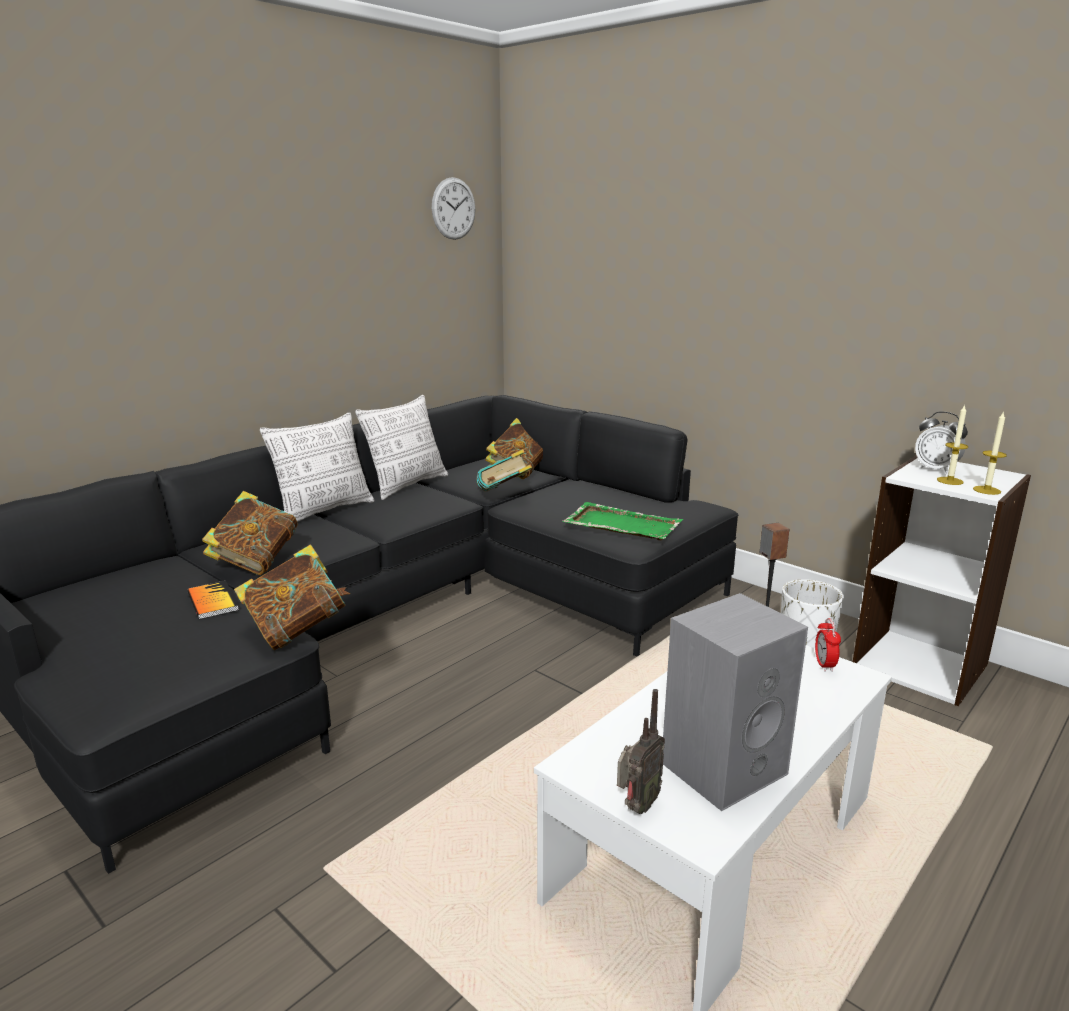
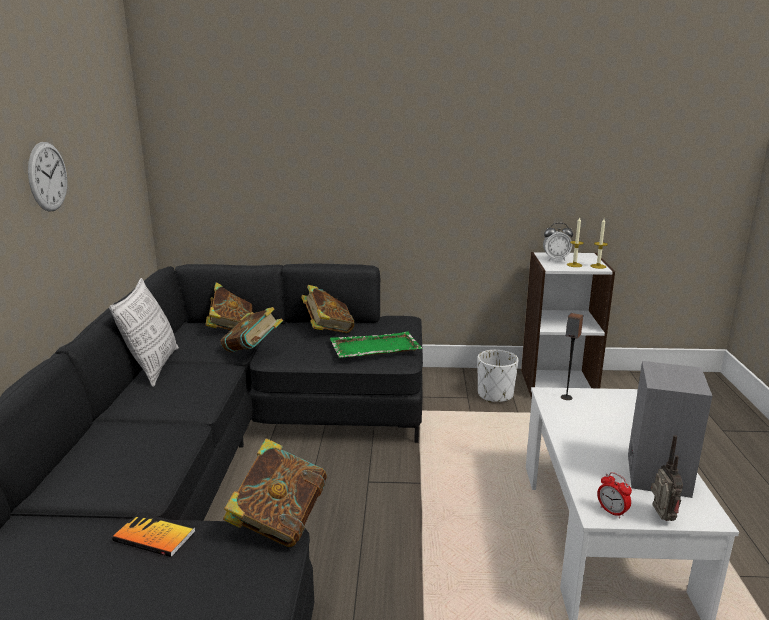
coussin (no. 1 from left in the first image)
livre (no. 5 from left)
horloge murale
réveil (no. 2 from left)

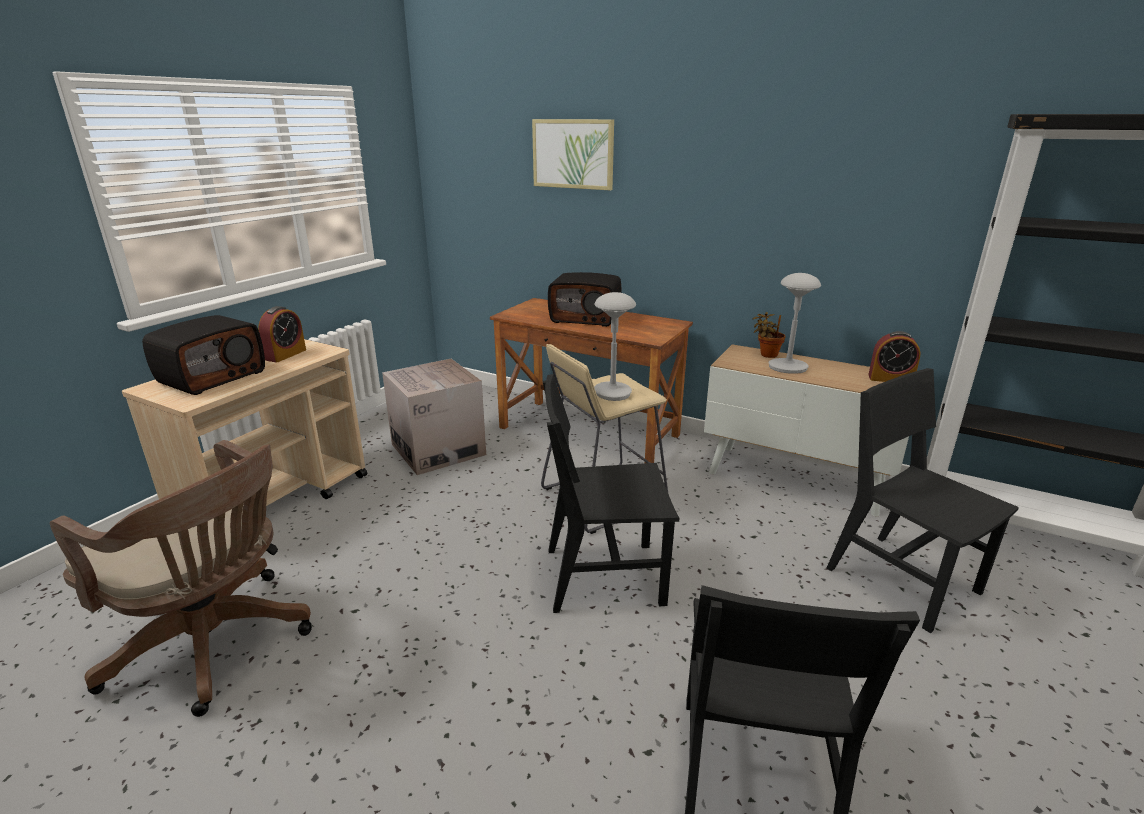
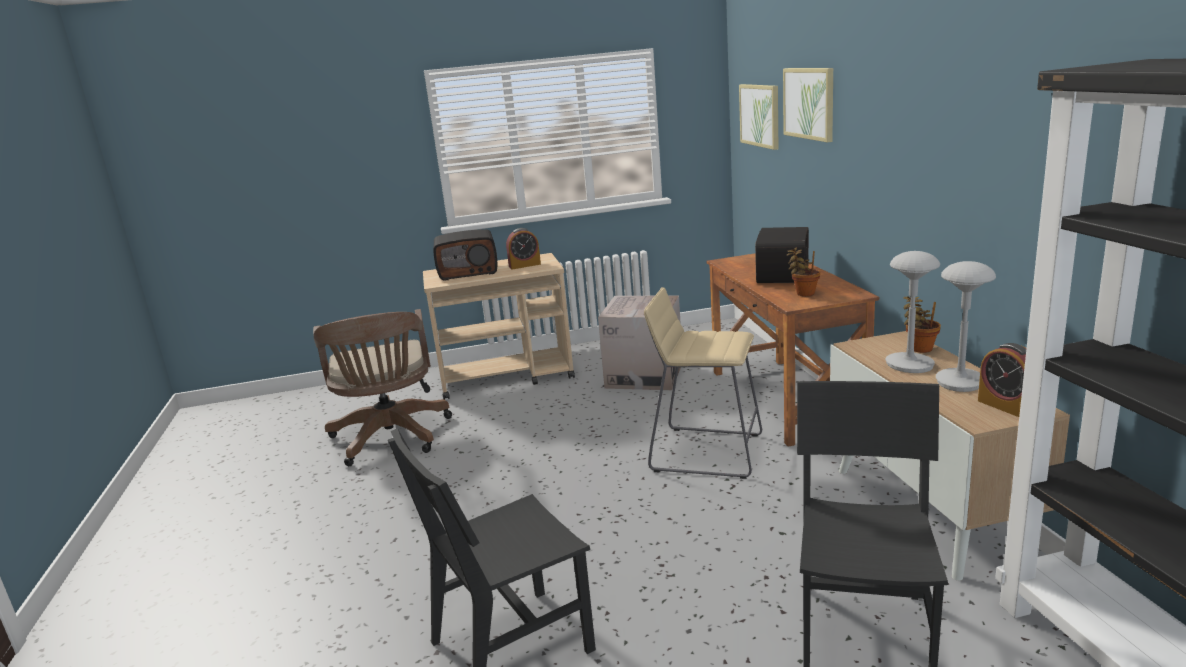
chaise/noir (no. 1 from left in the first image)
tableau (no. 1 from left)
plante en pot (no. 1 from left)
lampe de table/gris (no. 2 from left)
radio (no. 2 from left)

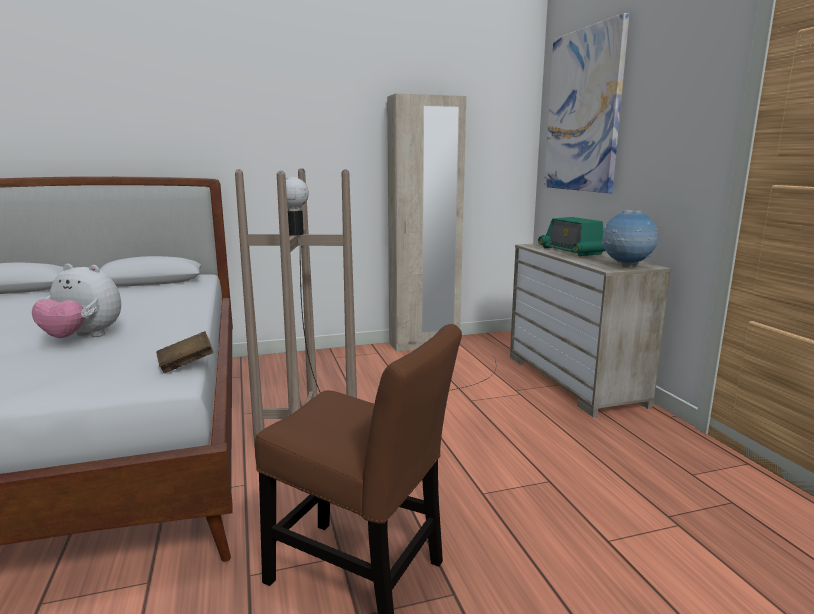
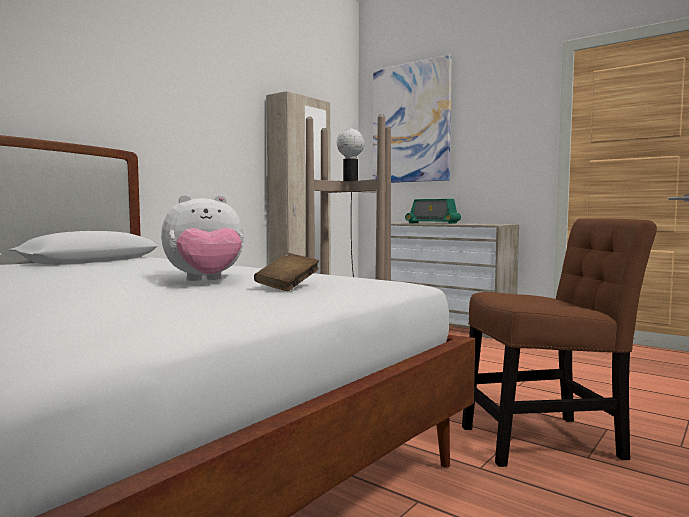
globe
livre/marron

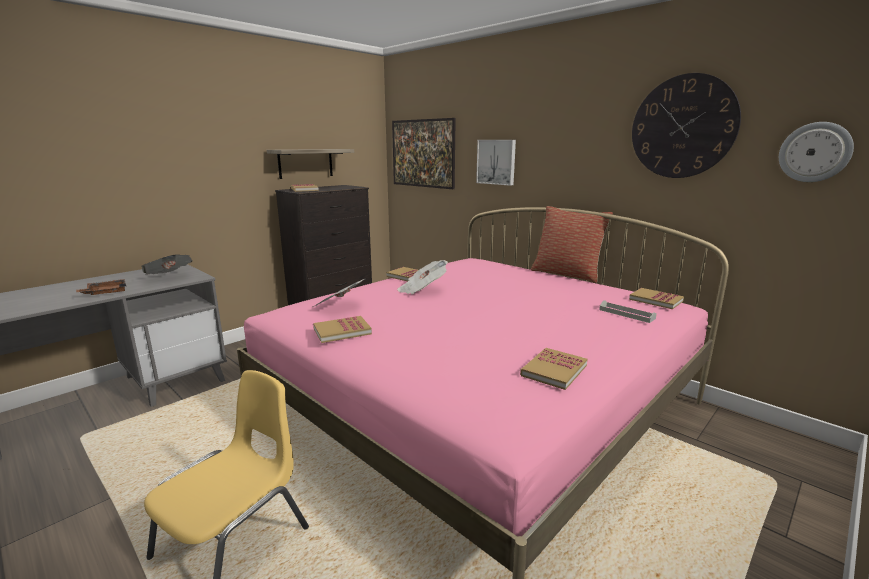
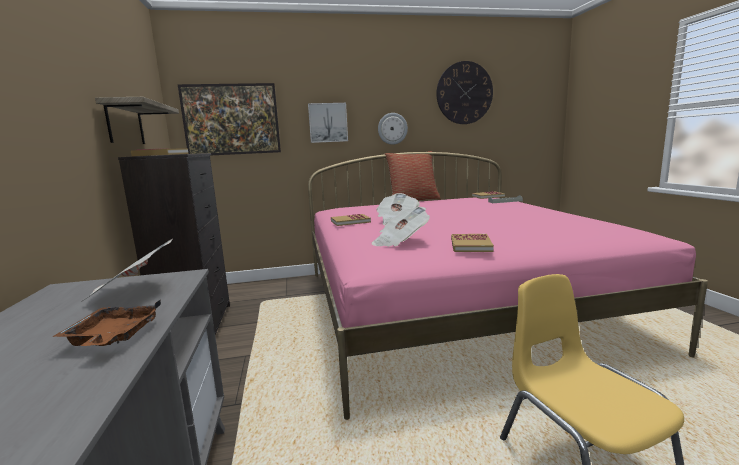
livre (no. 4 from left in the first image)
horloge murale (no. 1 from left)

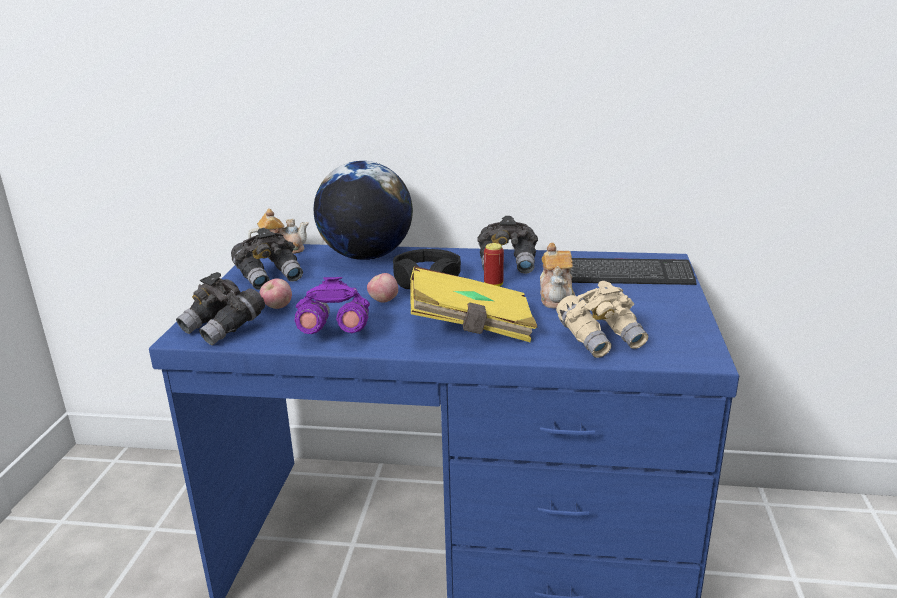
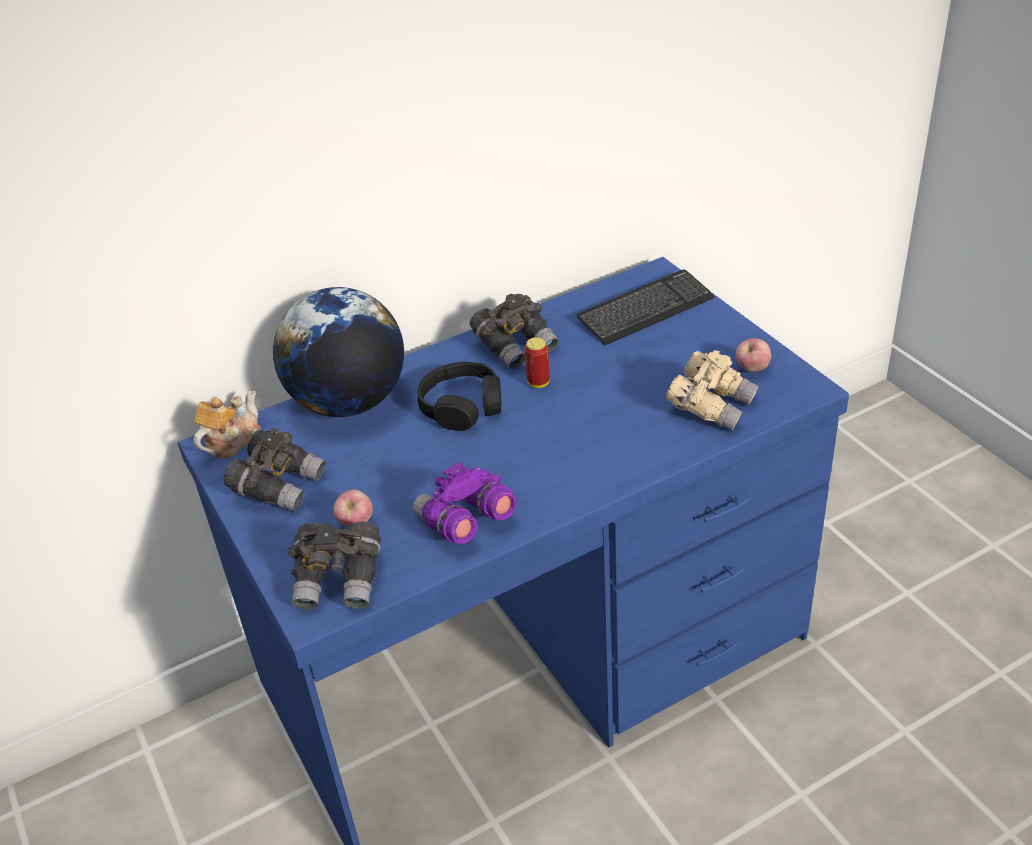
livre/jaune
théière (no. 2 from left in the first image)
pomme (no. 2 from left)

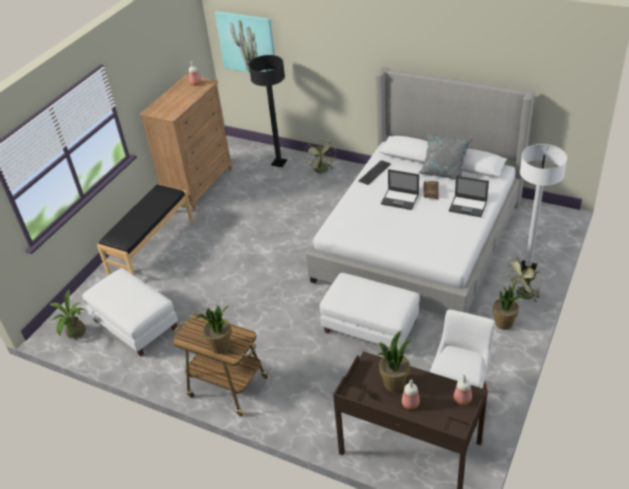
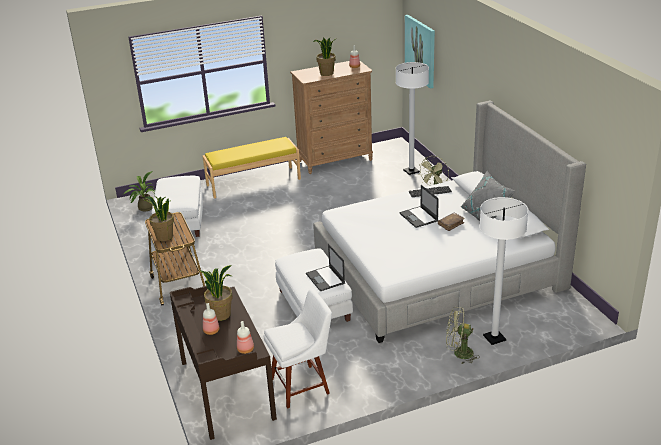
ordinateur portable (no. 1 from left)
plante en pot (no. 4 from left)
banc/jaune
lampadaire/blanc (no. 1 from left)

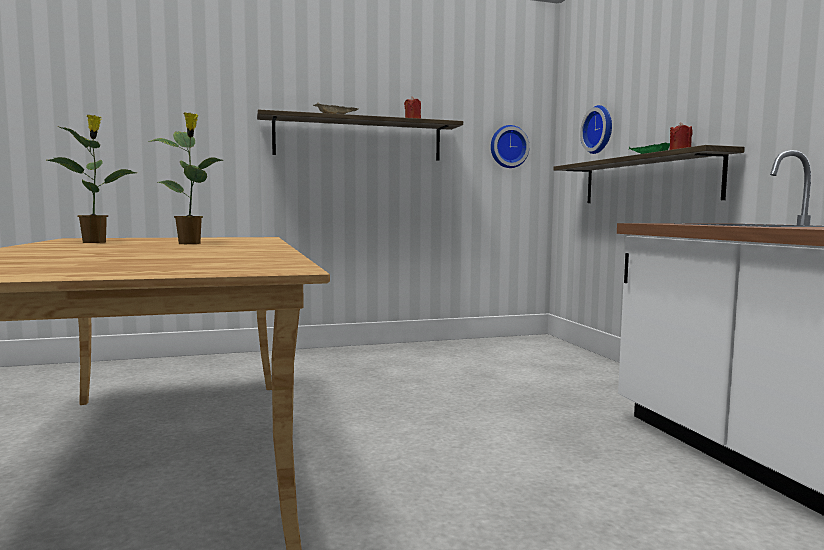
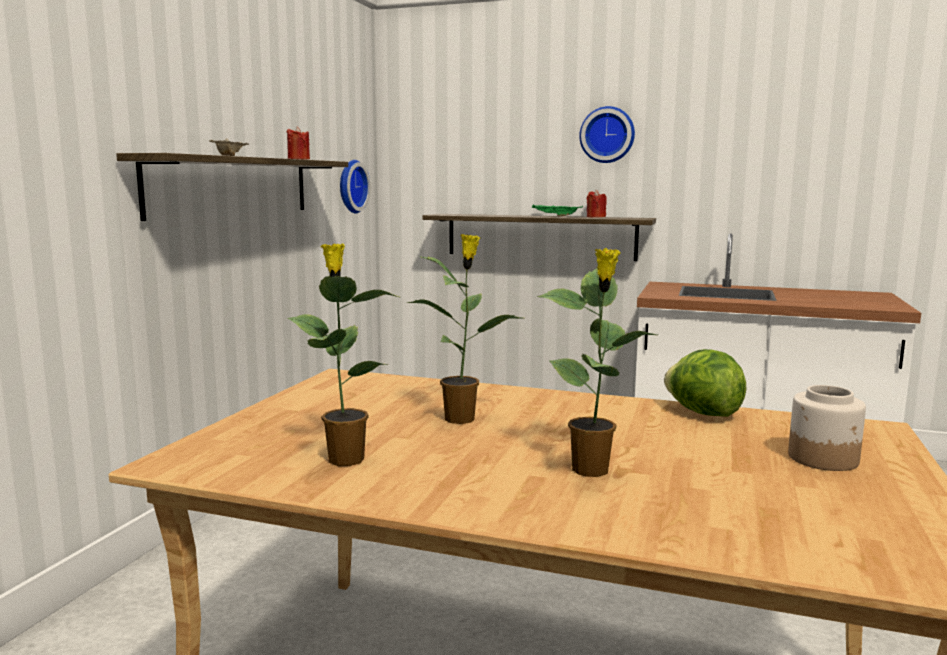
plante en pot (no. 3 from left)
laitue
bocal
horloge murale (no. 2 from left)

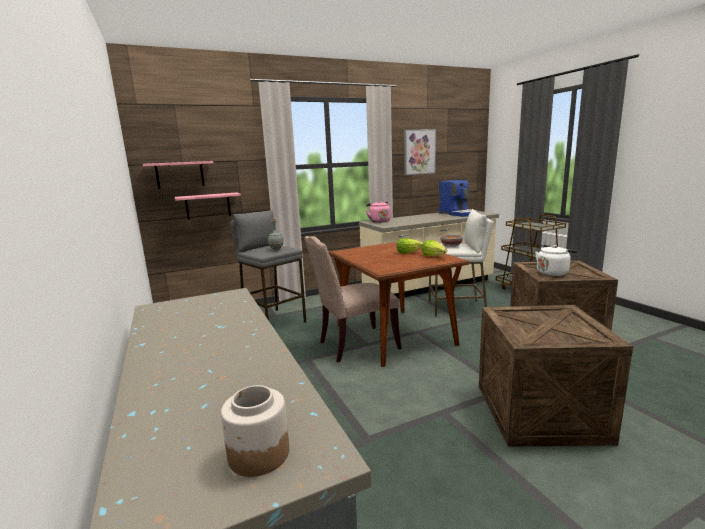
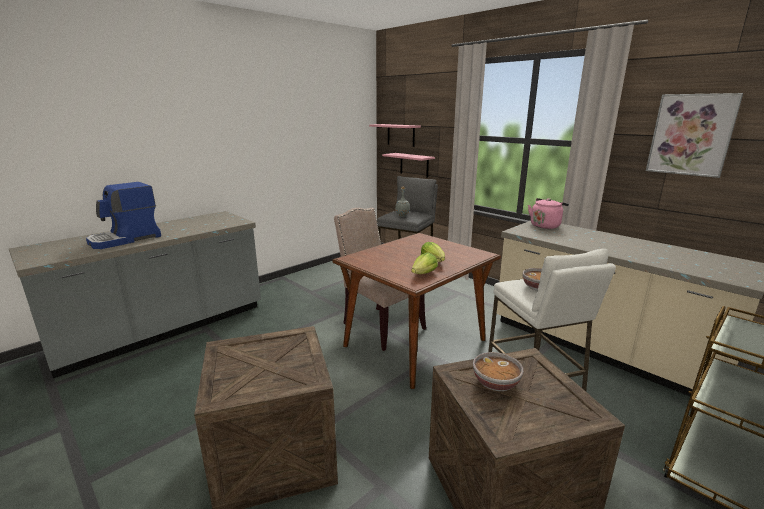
bocal
machine à café
bol (no. 1 from left)

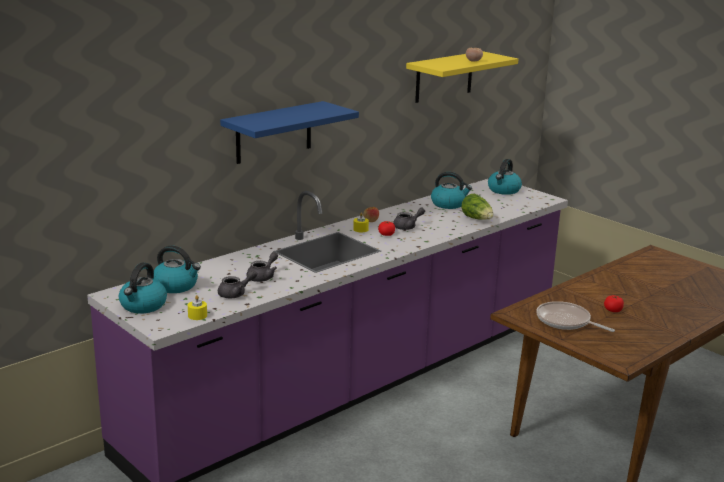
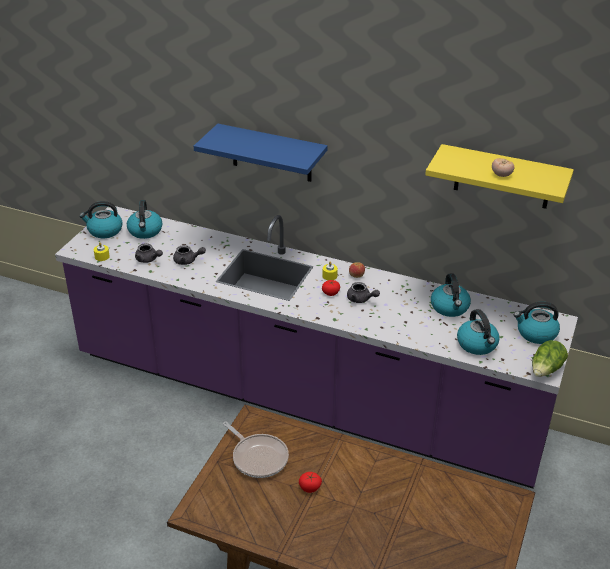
bouilloire (no. 4 from left)
laitue
poêle

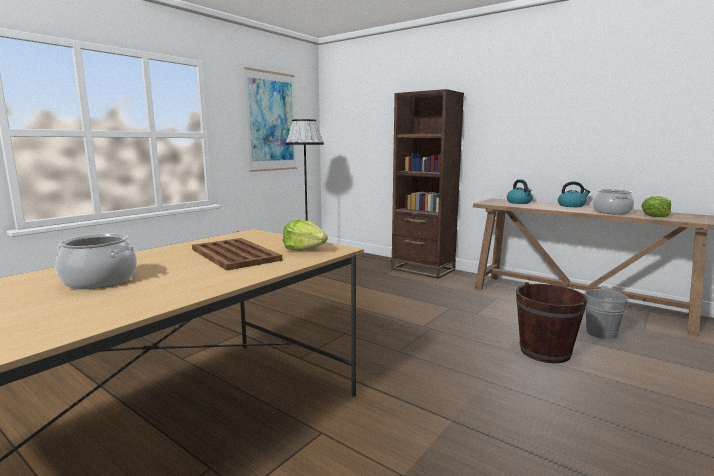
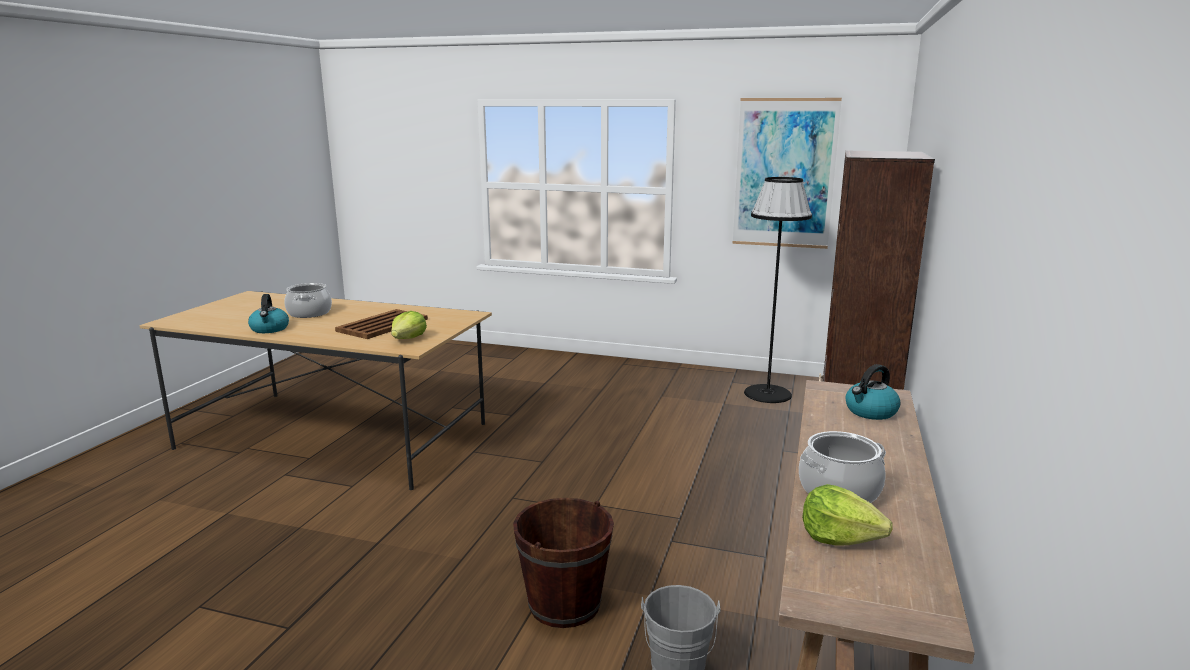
bouilloire (no. 1 from left)

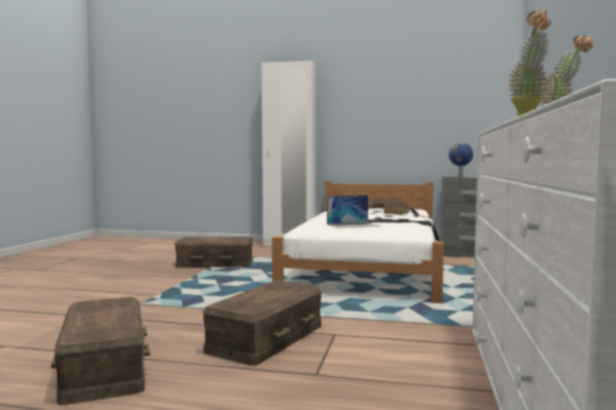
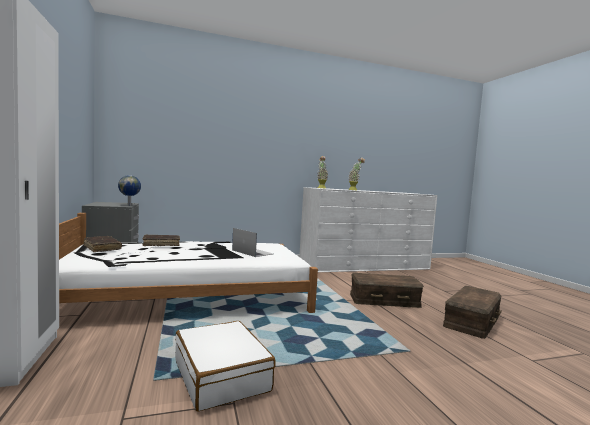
valise/blanc

